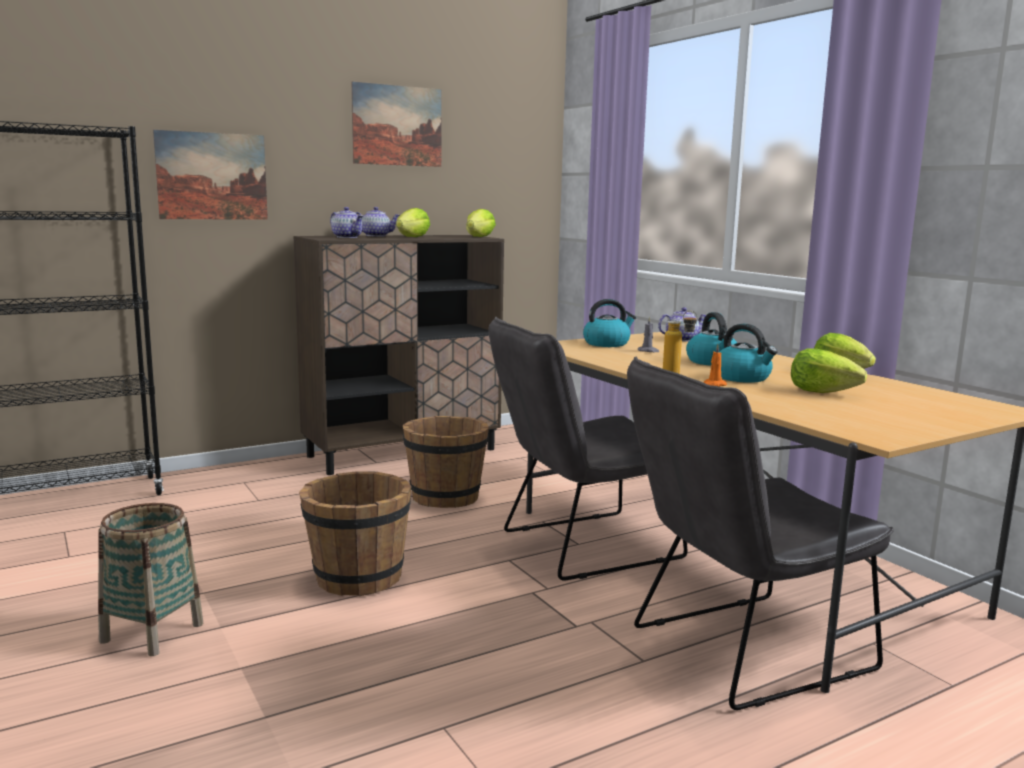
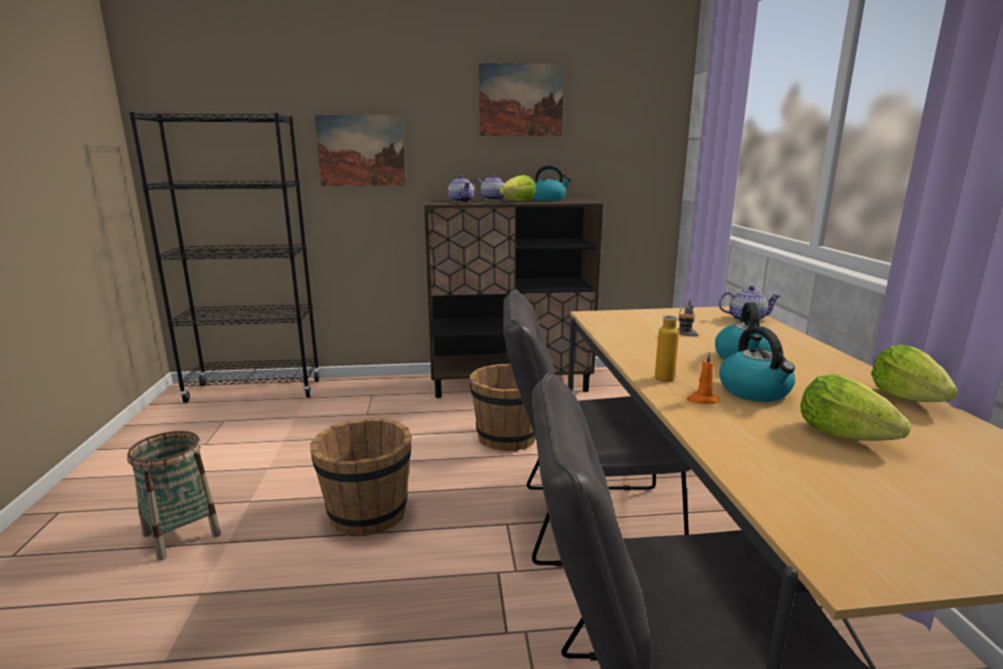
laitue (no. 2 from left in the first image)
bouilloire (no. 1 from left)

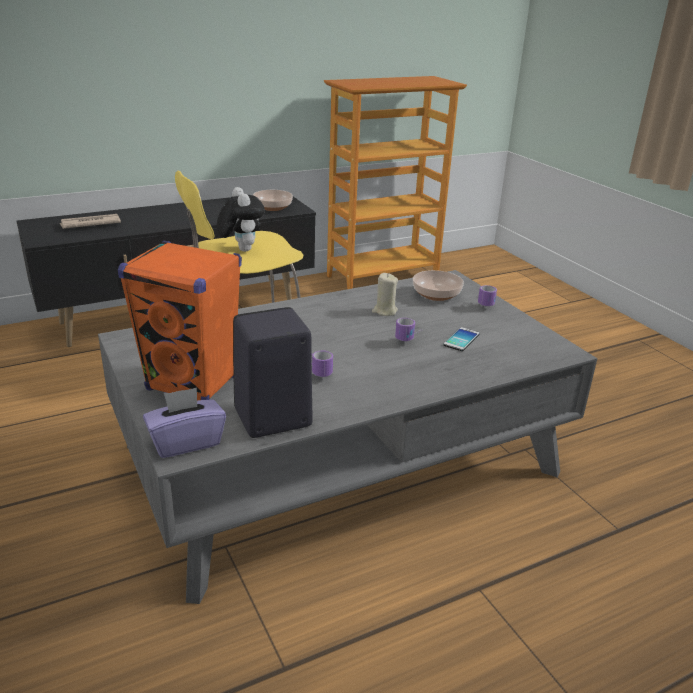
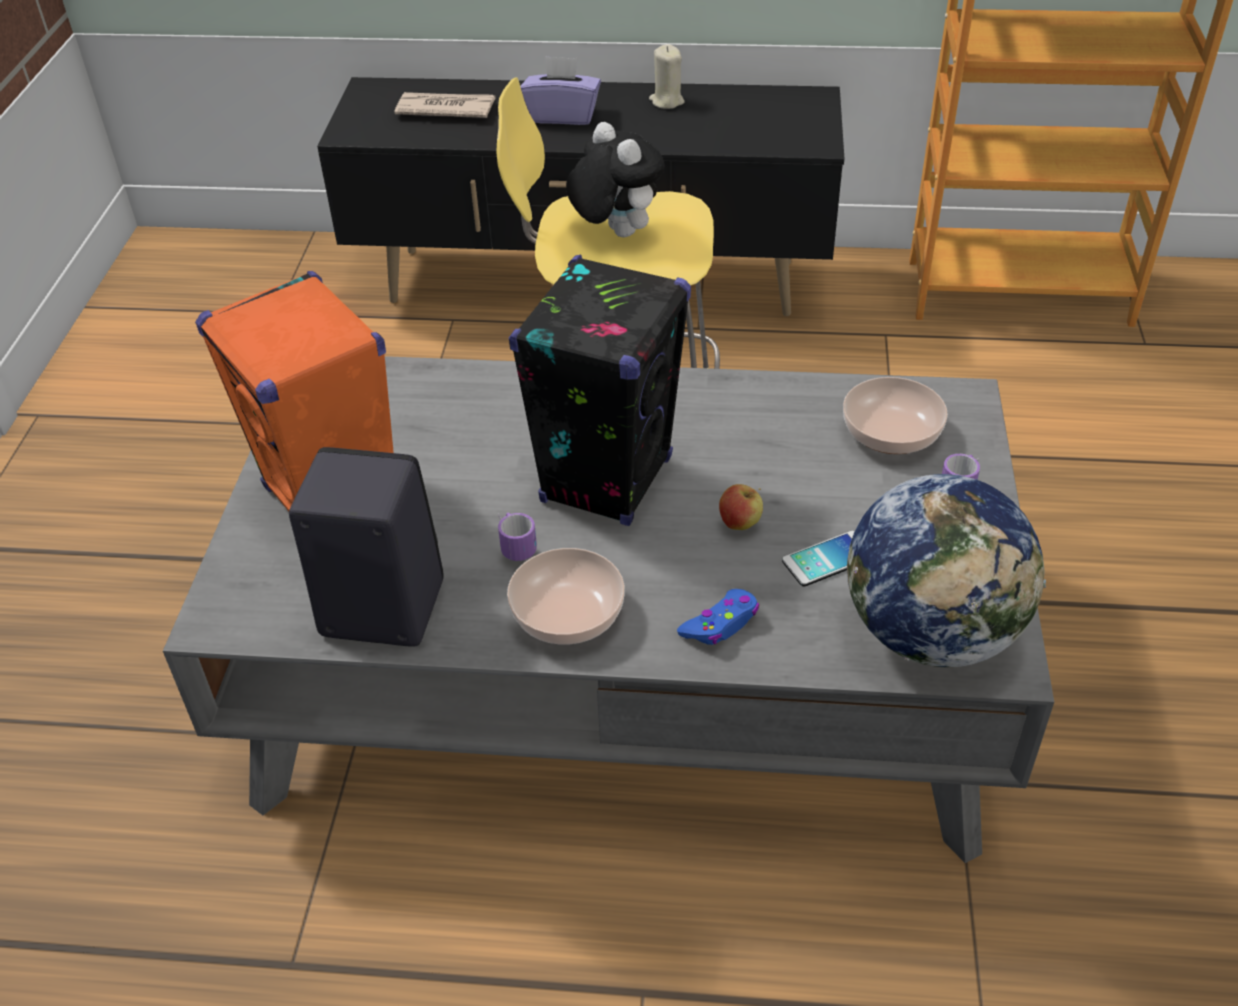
enceinte/noir (no. 2 from left)
manette/bleu
globe
boîte à mouchoirs/violet
bol (no. 1 from left)
bougie/beige
pomme
peluche

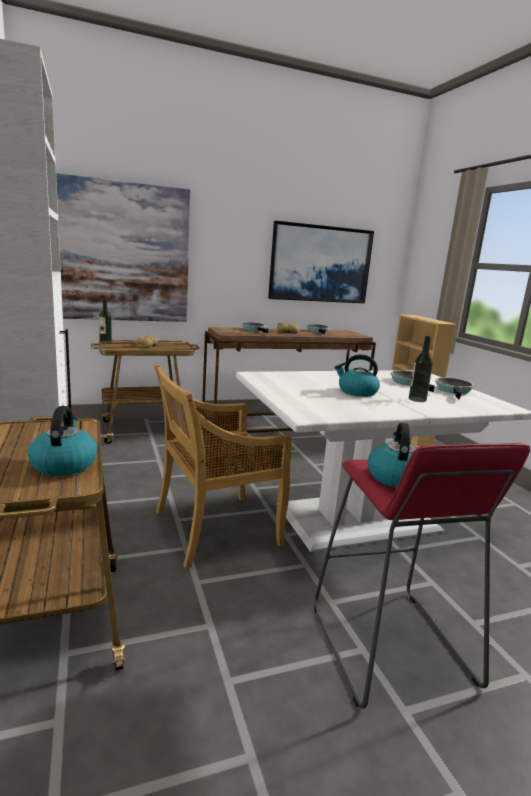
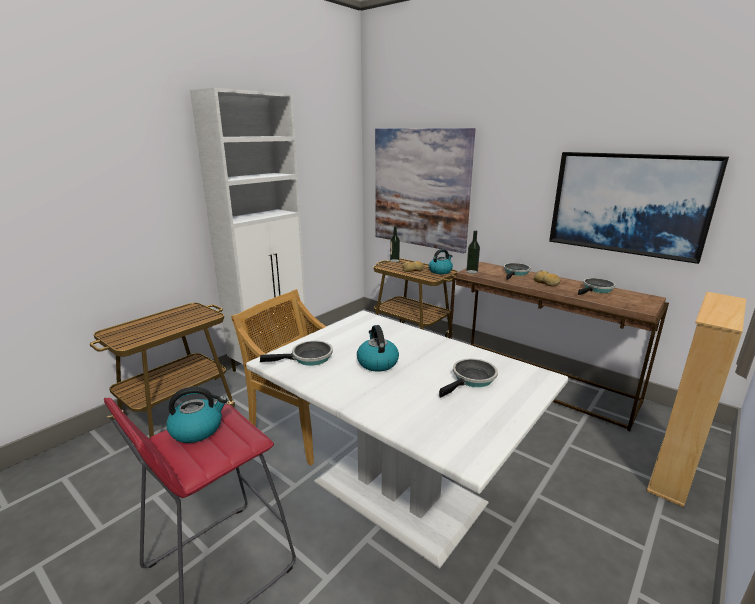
bouilloire (no. 3 from left)
bouteille (no. 2 from left)
poêle (no. 1 from left)

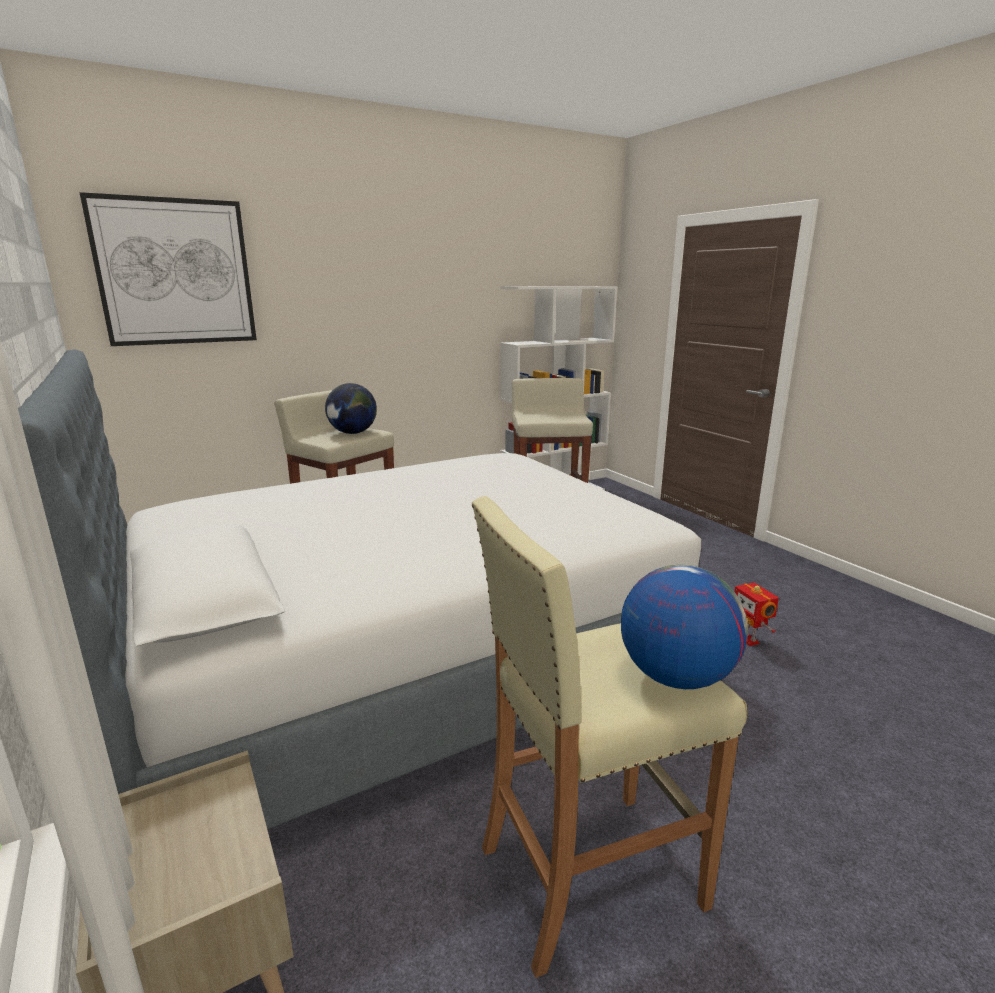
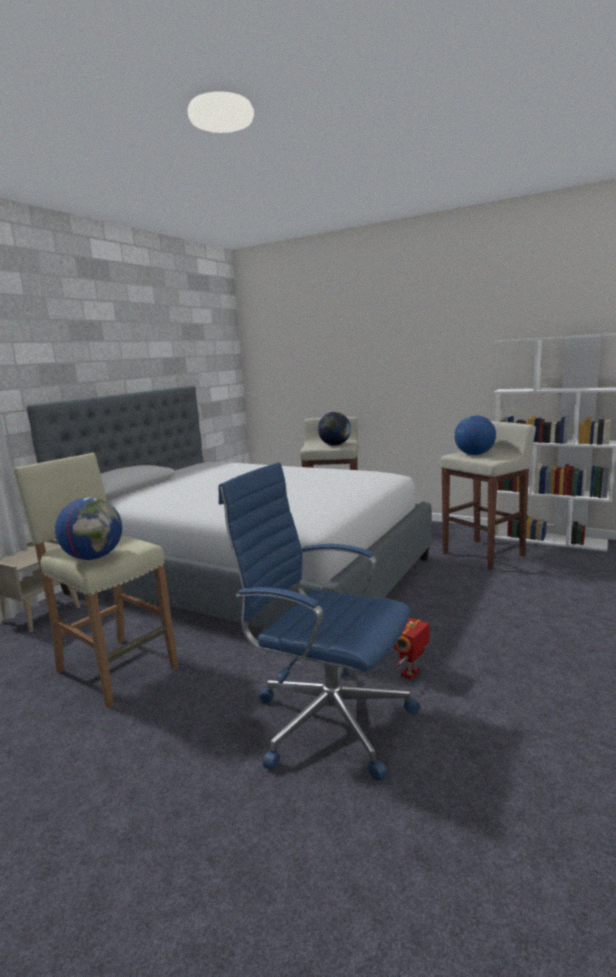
tableau
chaise de bureau/bleu
globe (no. 3 from left)

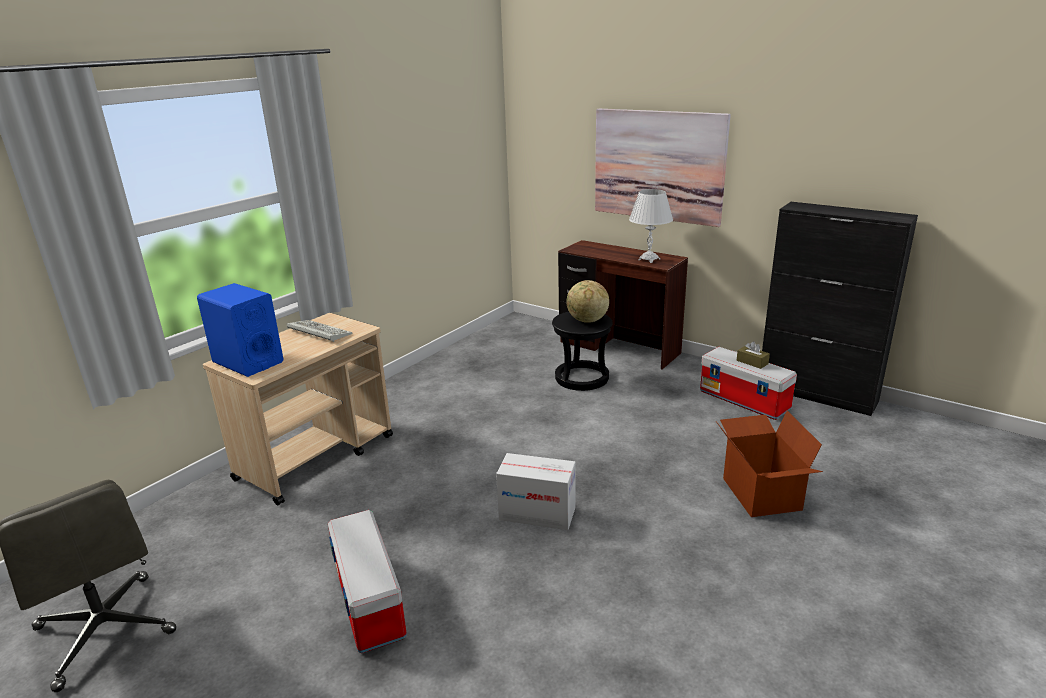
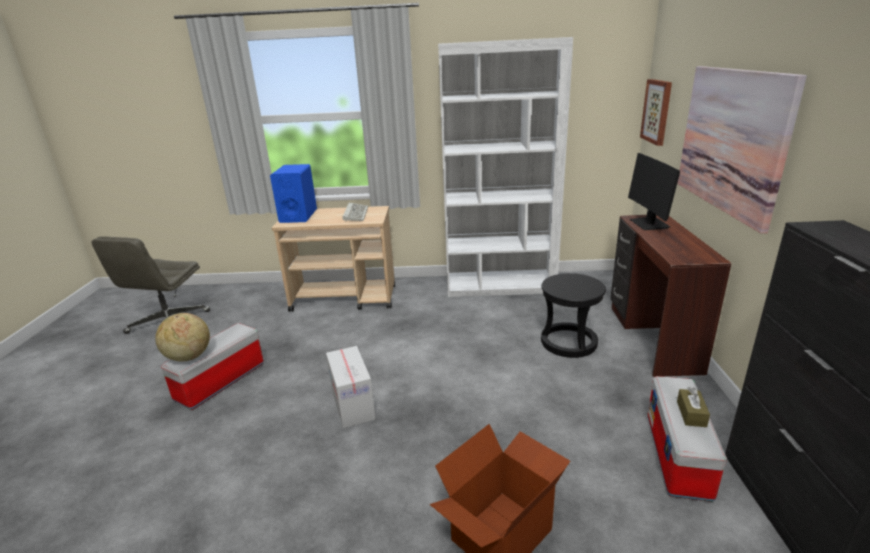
lampe de table/blanc
bibliothèque/blanc
écran d'ordinateur
tableau (no. 1 from left)
globe

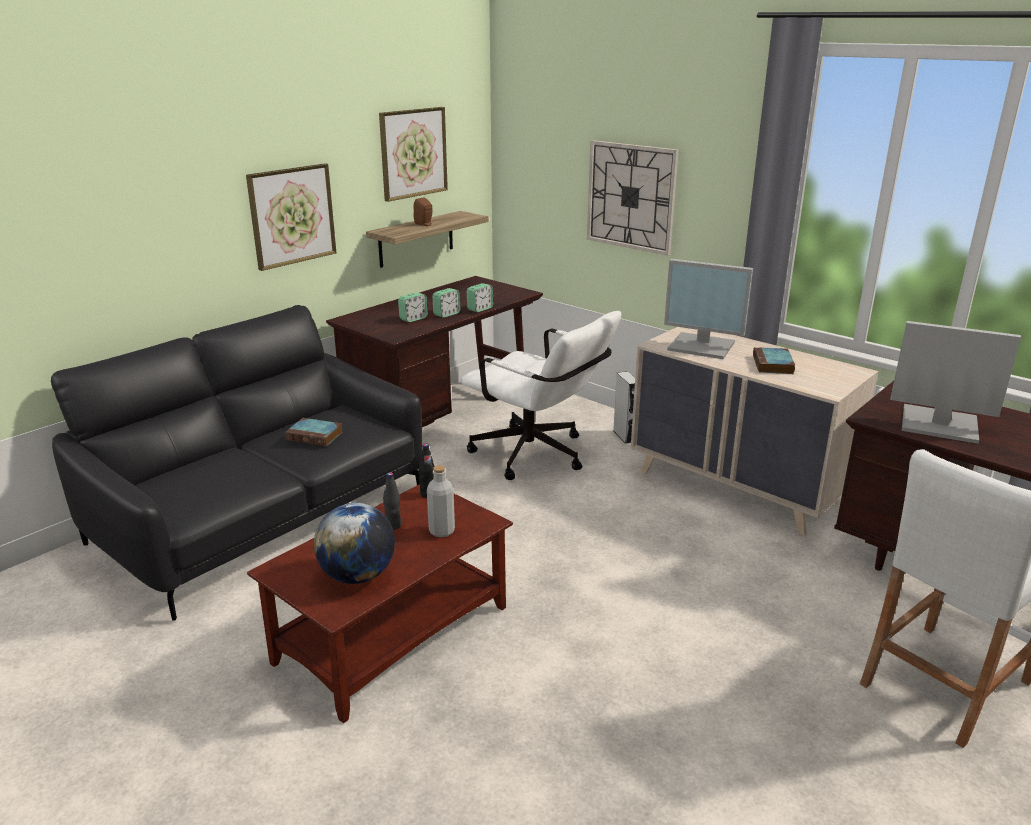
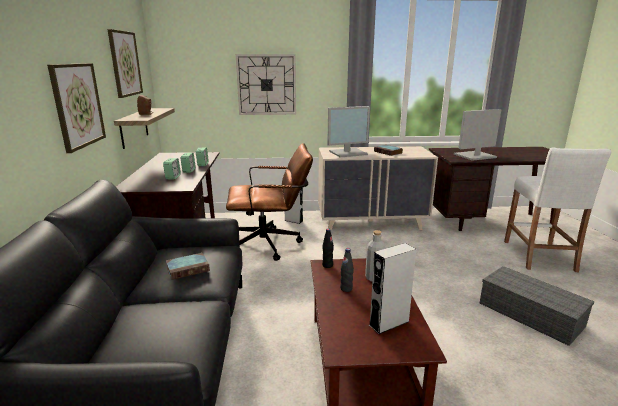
boîte de rangement/gris
enceinte/gris (no. 2 from left)
chaise de bureau/marron

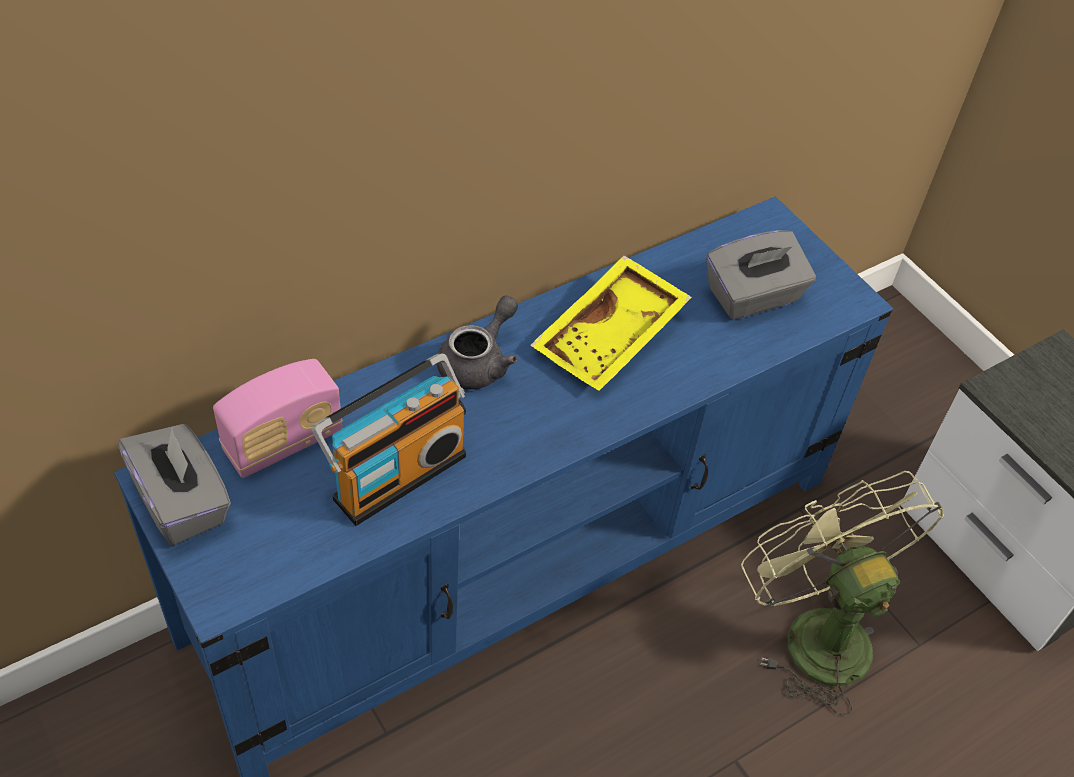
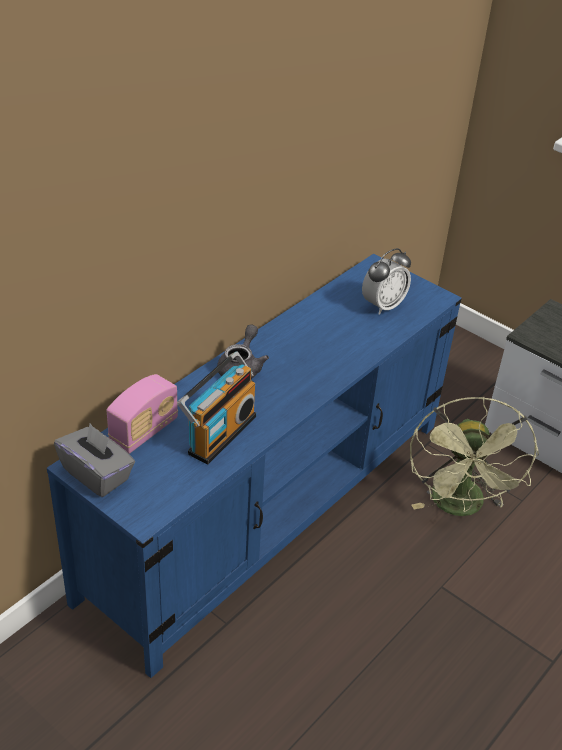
plateau/jaune
réveil
ventilateur/vert

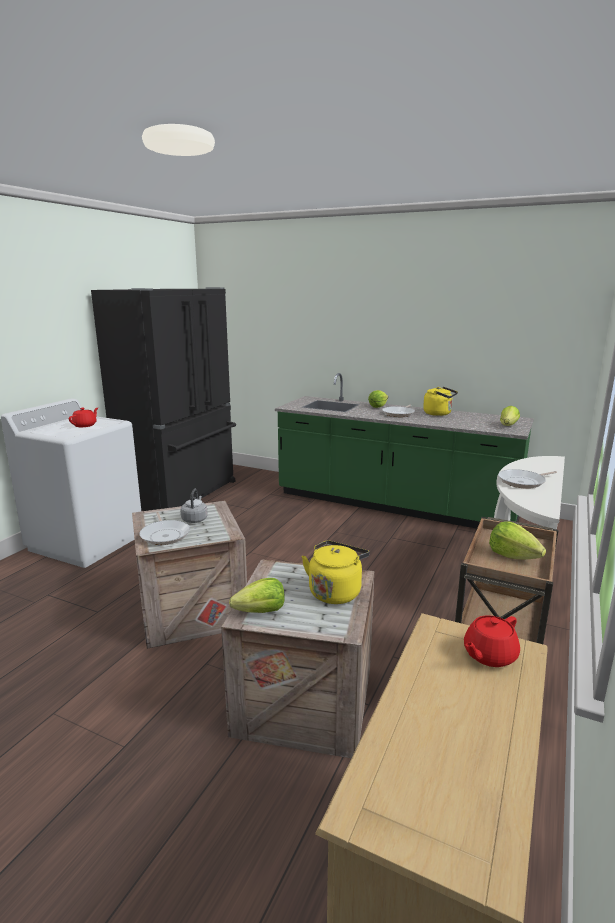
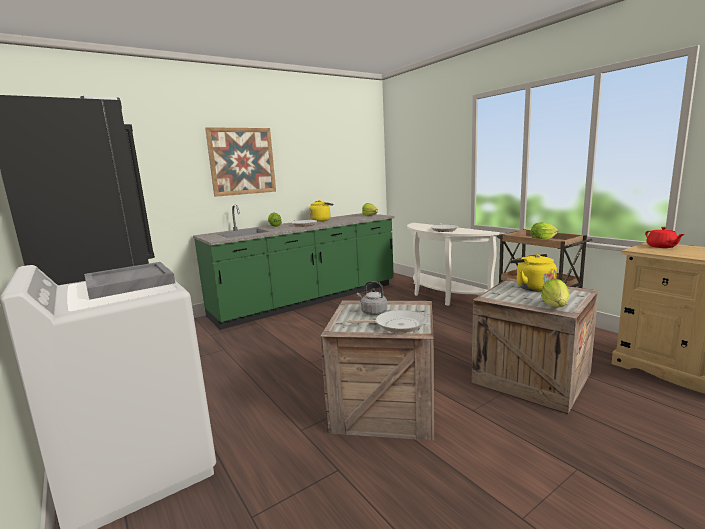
tableau
plateau/gris

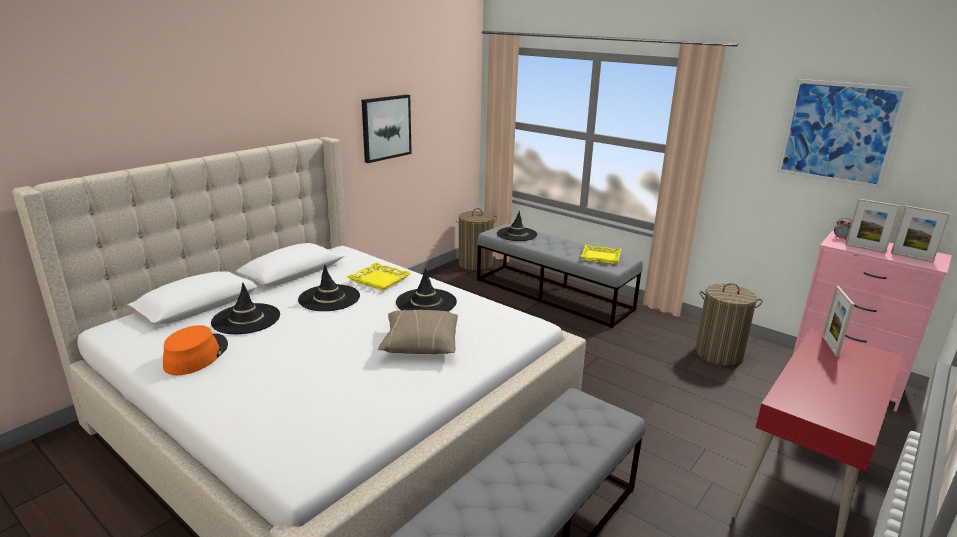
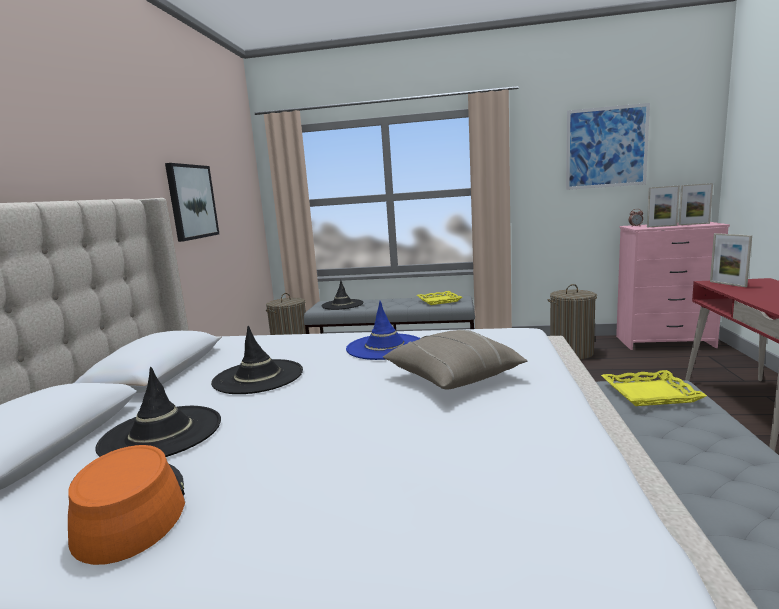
plateau/jaune (no. 2 from left)
chapeau/bleu

